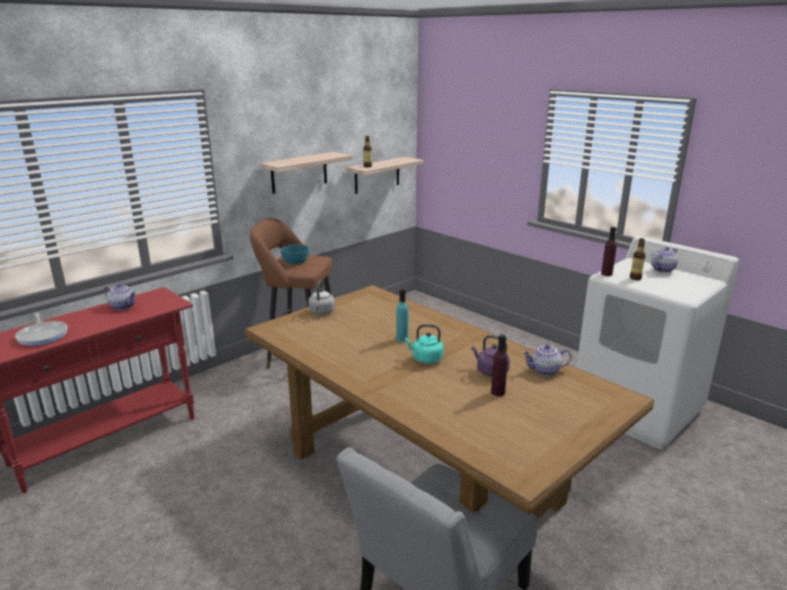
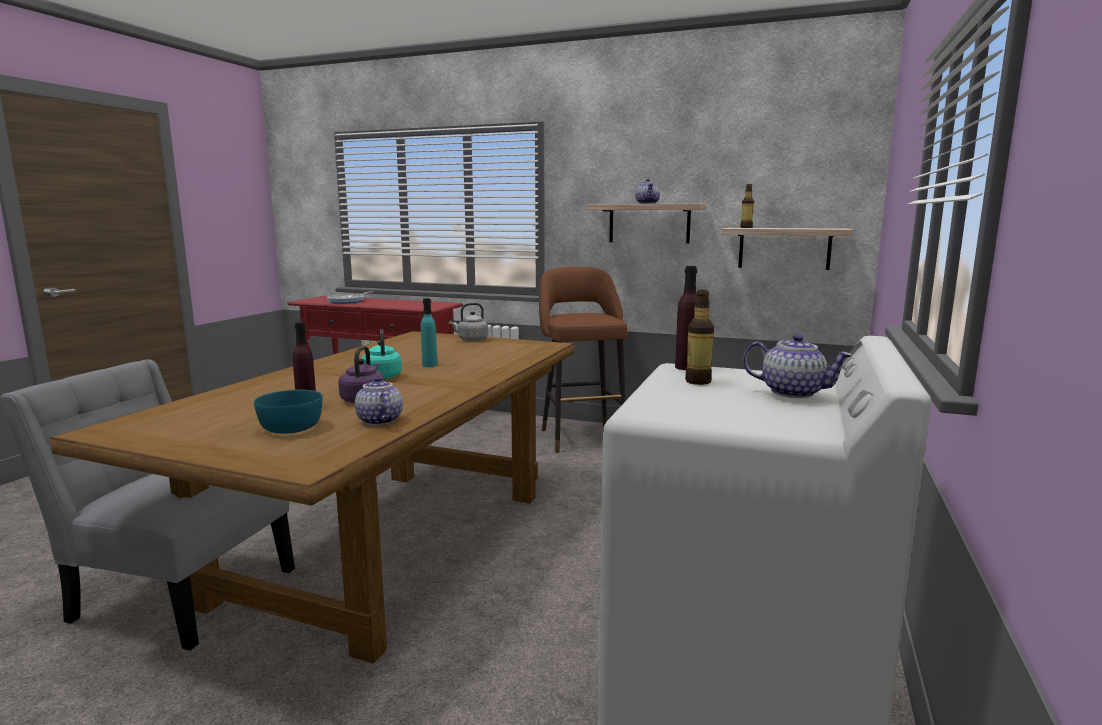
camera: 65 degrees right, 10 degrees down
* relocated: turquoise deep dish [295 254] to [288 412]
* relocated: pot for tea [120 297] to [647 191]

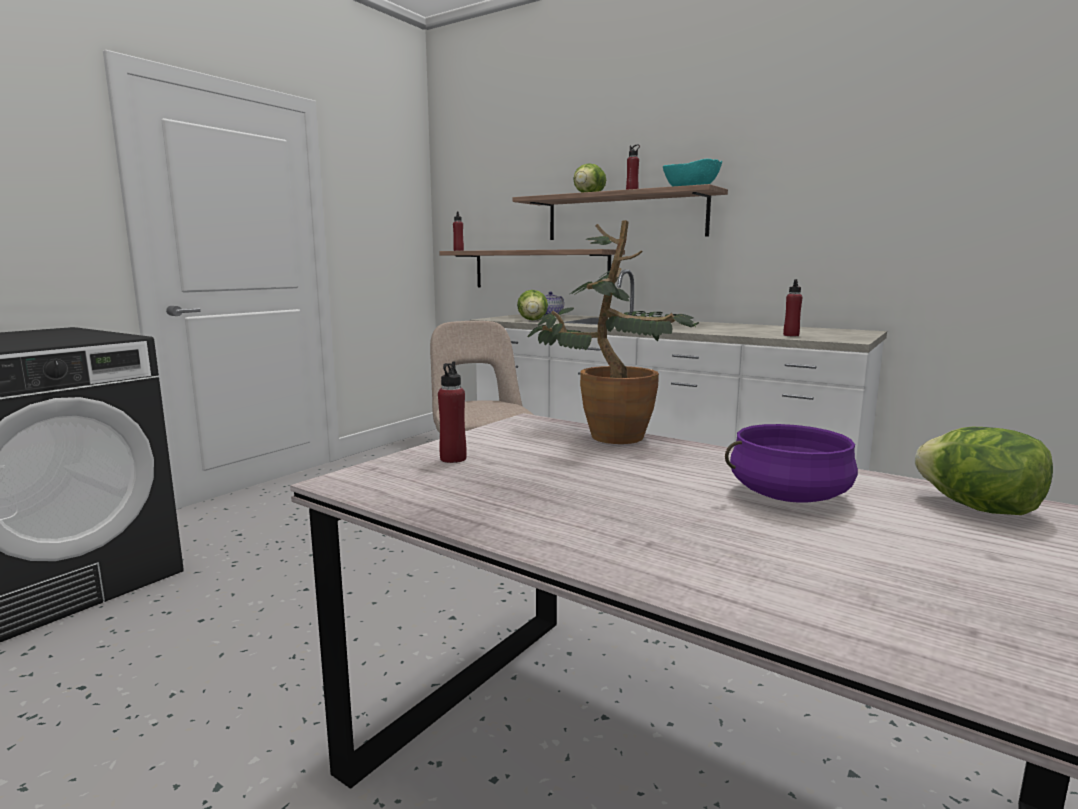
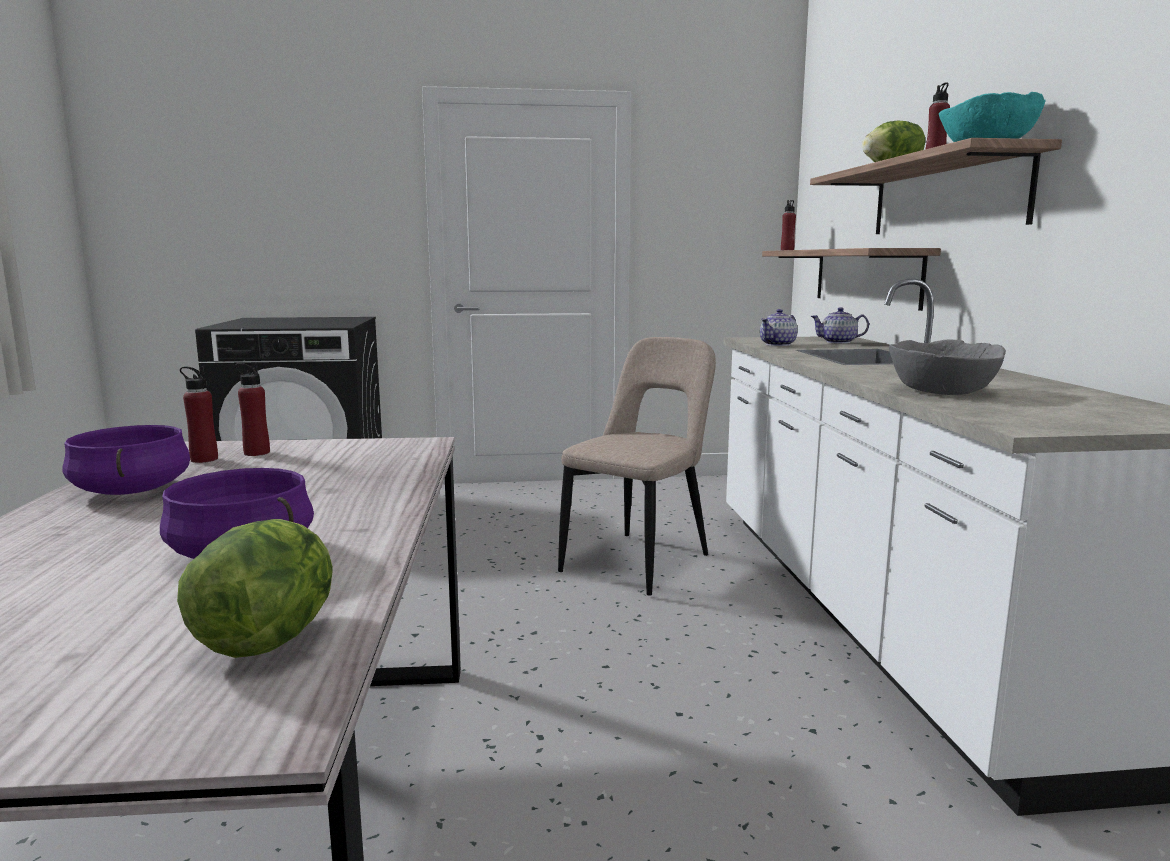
camera: 50 degrees right, 0 degrees up
* missing: potted plant [613 332]
* relocated: reddish bottle [793 307] to [199 415]
* exchanged: head of lettuce [532 305] to pot for tea [779 327]
* appeared: greyish deep dish [947 367]
* appeared: purple saucepot [126 460]

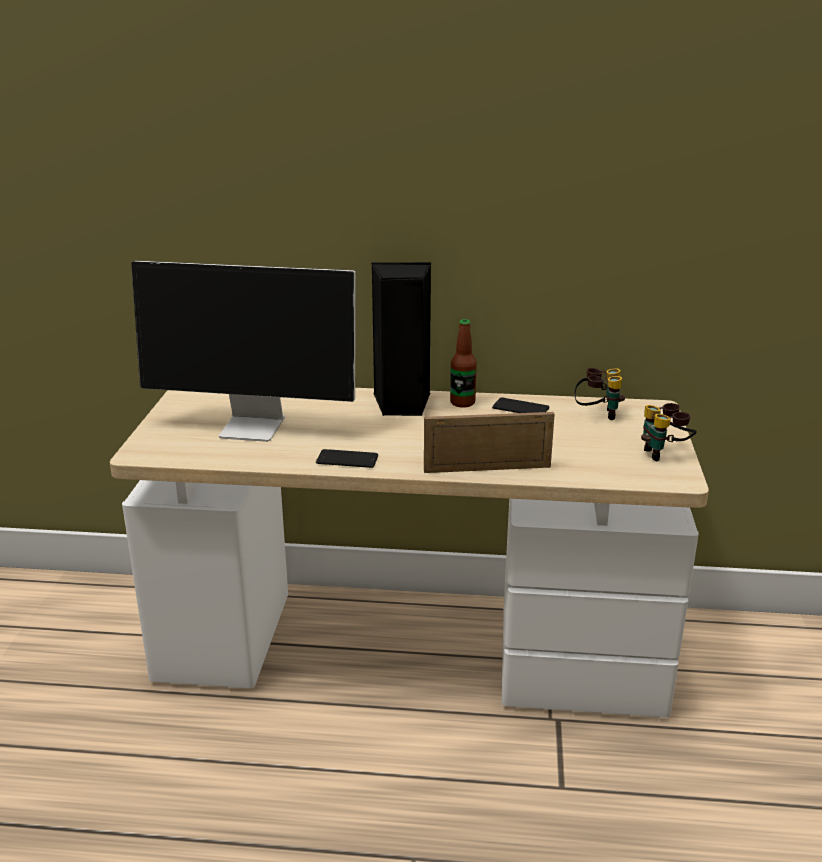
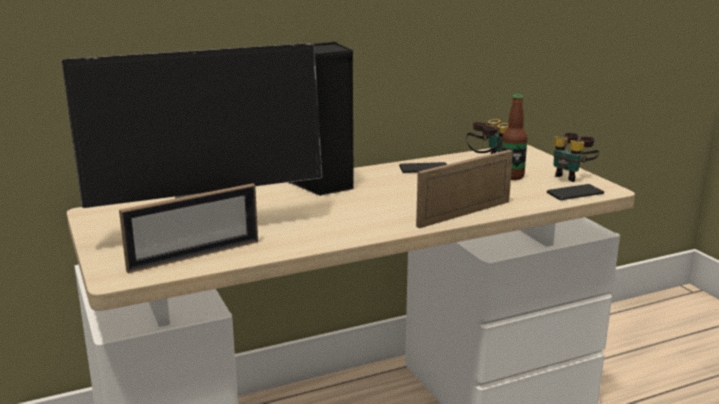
camera: 30 degrees left, 5 degrees down
* relocated: bottle [463 363] to [514 137]
* relocated: phone [347 458] to [575 192]
* appeared: photo frame [188 228]

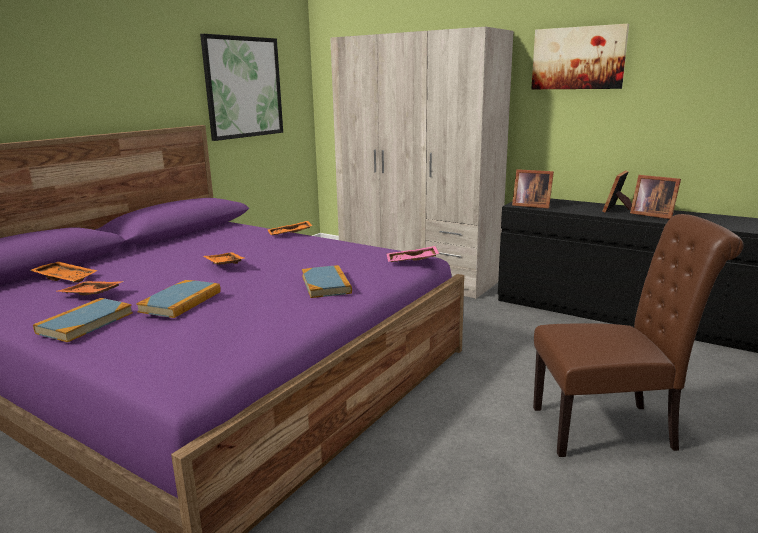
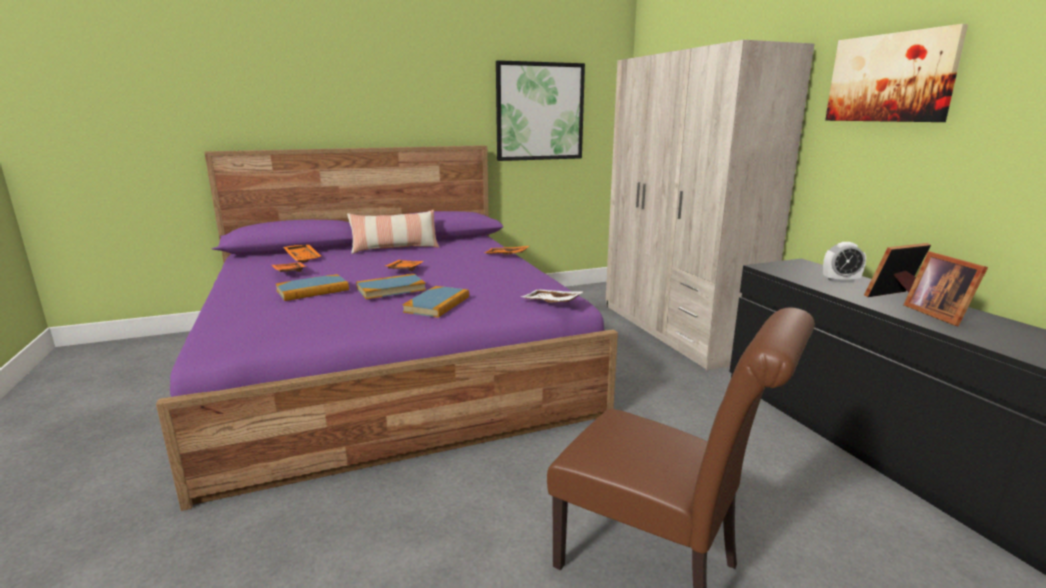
camera: 35 degrees right, 0 degrees up
* missing: photo frame [533 189]
* colour: pink-coloured serving tray [413 254] to white-coloured serving tray [552 296]
* relocated: bound book [83 320] to [391 286]
* appeared: cushion [393 232]
* appeared: table clock [844 262]

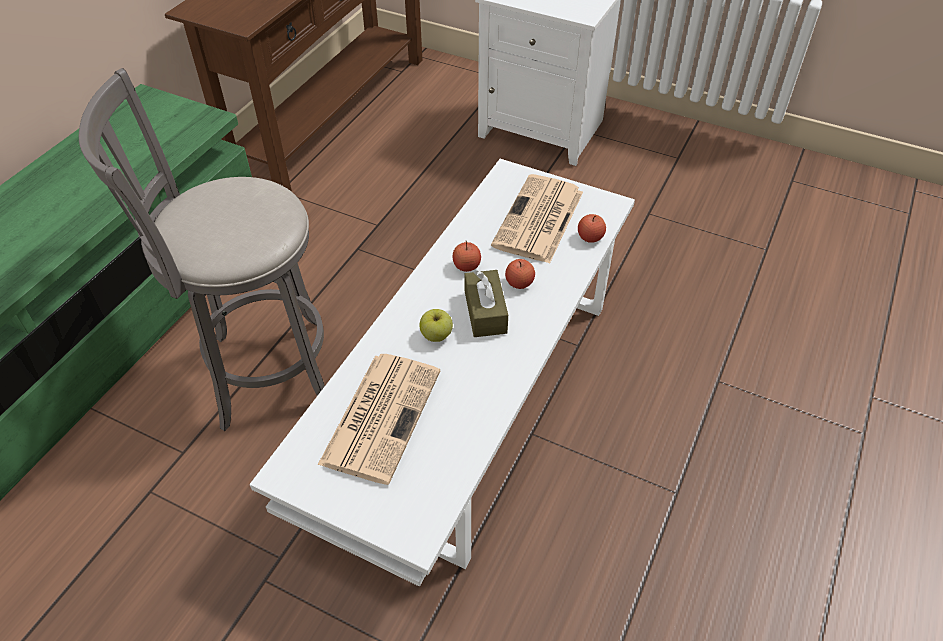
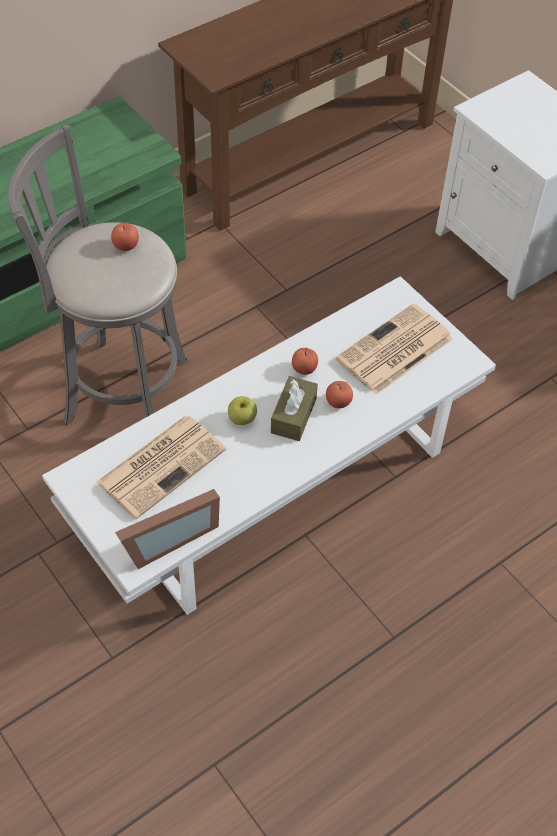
camera: 25 degrees right, 5 degrees up
* relocated: apple fruit [592 228] to [125 237]
* appeared: photo frame [167 529]

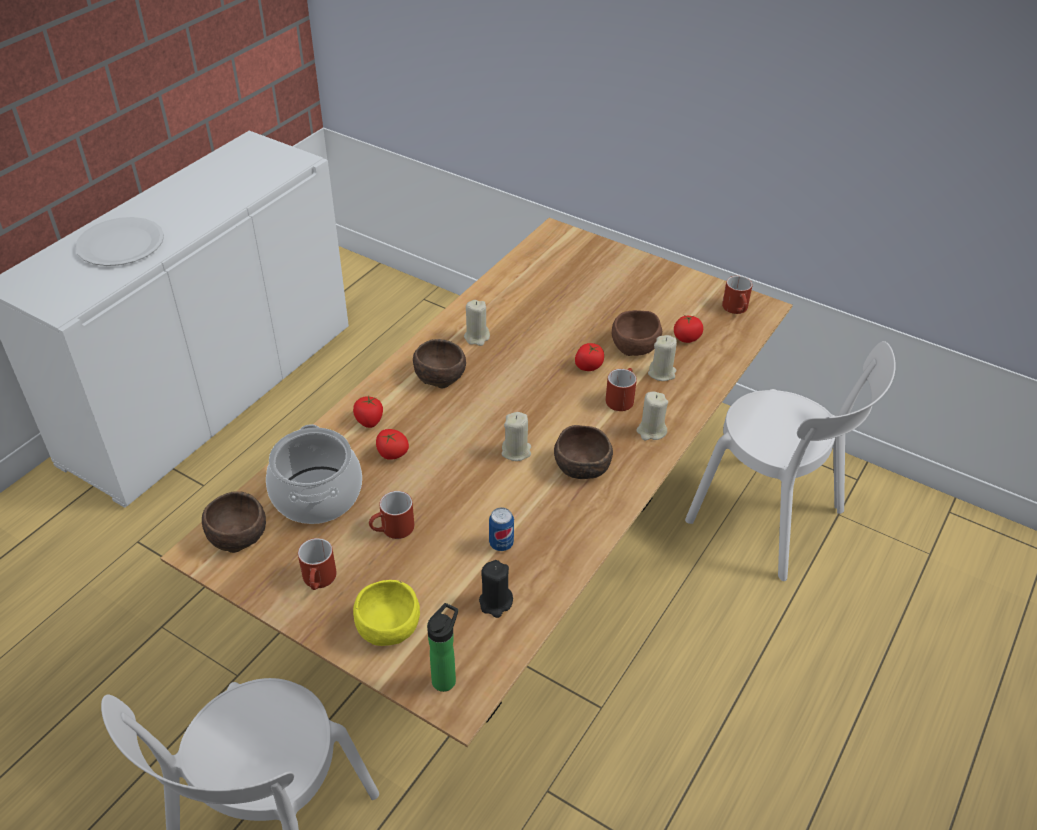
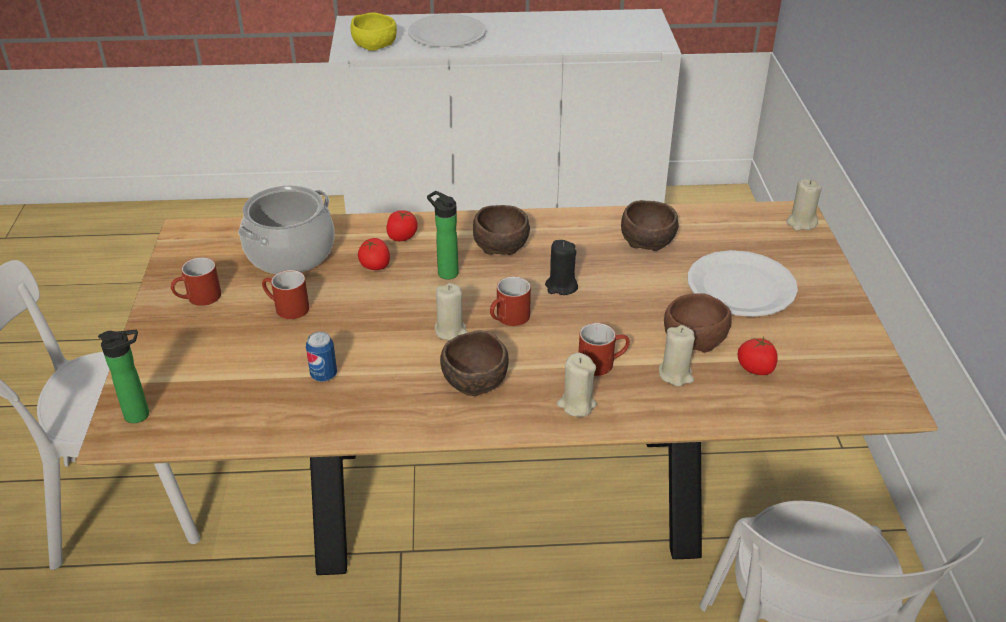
camera: 55 degrees right, 5 degrees down
* relocated: reddish mug [737 295] to [510 301]
* relocated: beige-coloured wax light [477 323] to [804 205]
* missing: whole tomato [589 357]
* relocated: brown-coloured deep dish [234 522] to [650 225]
* relocated: blackish wax light [496 589] to [561 267]
* relocated: yellowish deep dish [386 613] to [374 32]
* appeared: bottle [443 235]
* appeared: white-coloured plate [743 283]

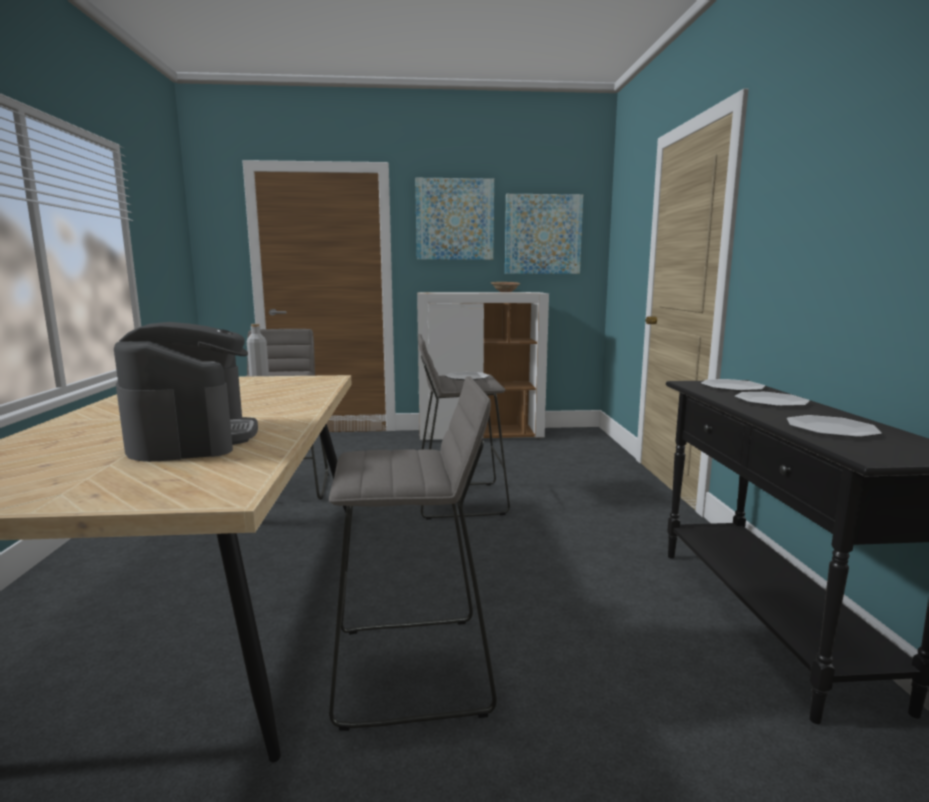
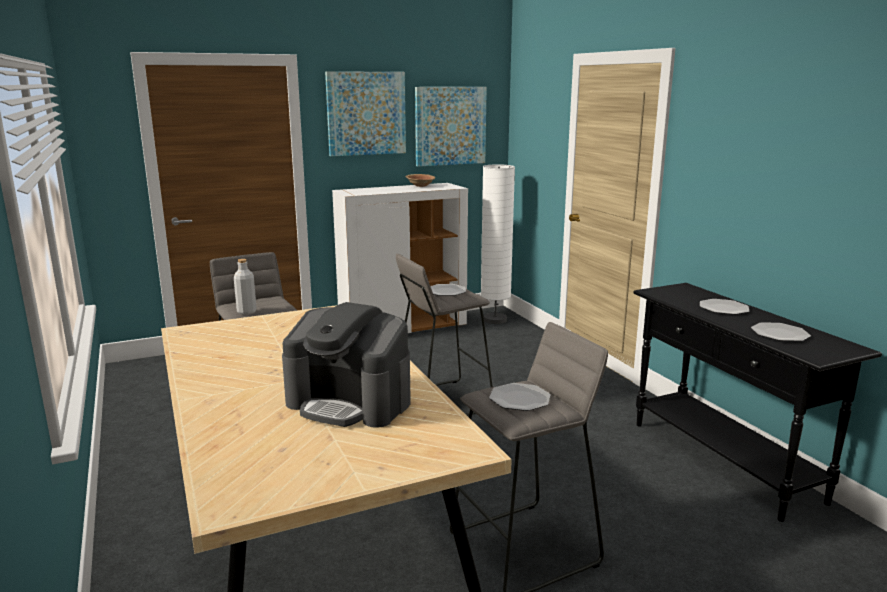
camera: 20 degrees left, 5 degrees up
* spun: coffee maker [186 392] = [346 365] 150 degrees clockwise
* relocated: plate [733 385] to [520 397]
* appeared: white-coloured floor lamp [498 244]

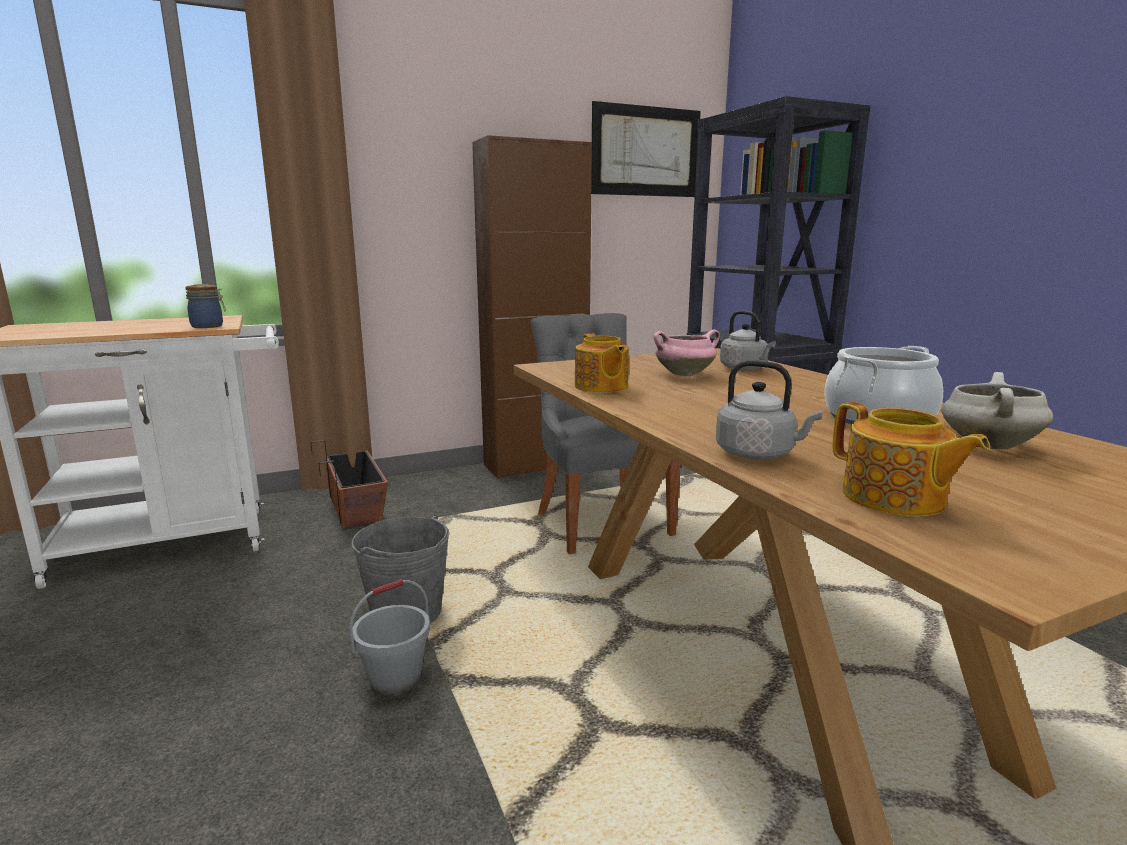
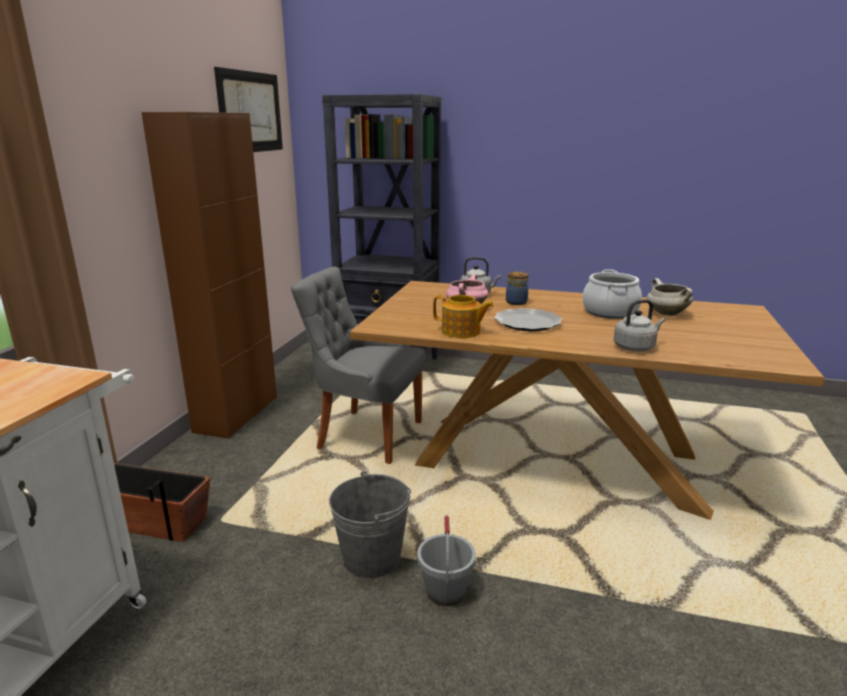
camera: 50 degrees left, 5 degrees up
* relocated: storage jar [205 306] to [517 288]
* missing: pot for tea [911 459]
* appeared: plate [528 319]

